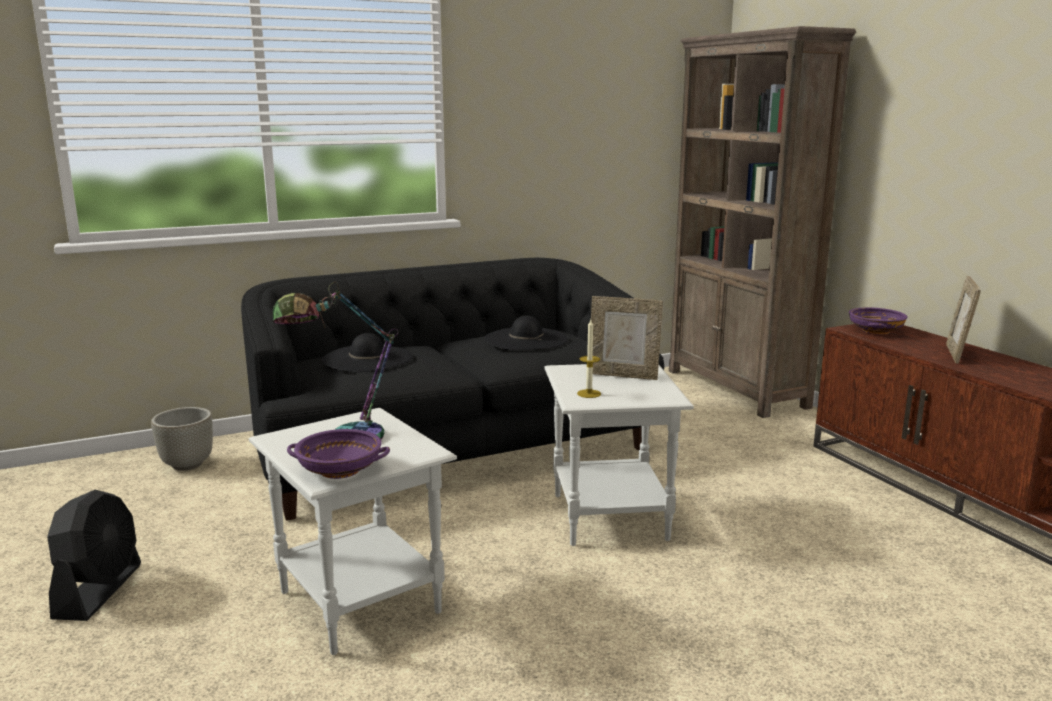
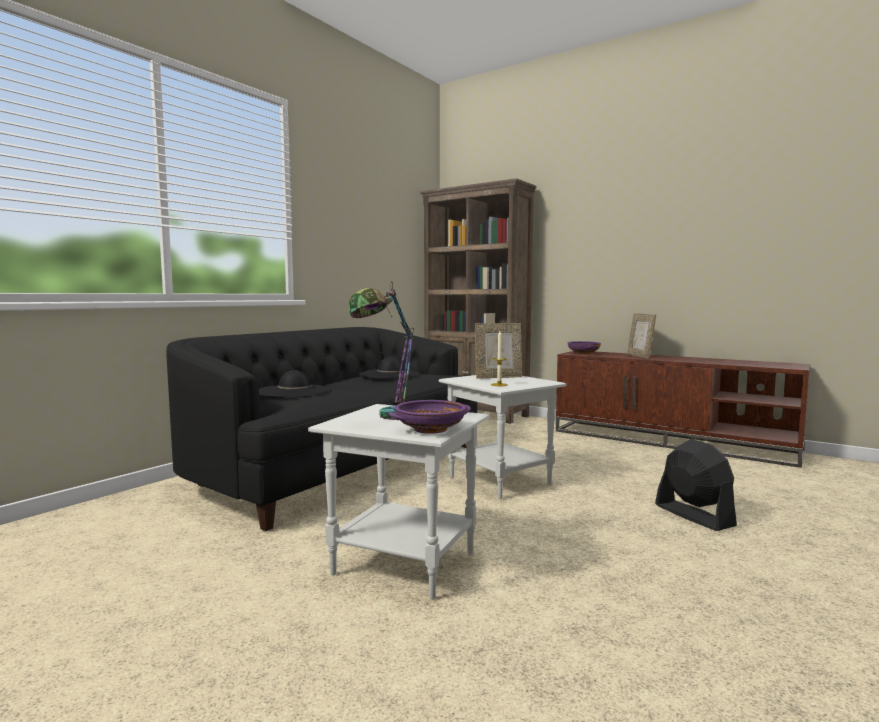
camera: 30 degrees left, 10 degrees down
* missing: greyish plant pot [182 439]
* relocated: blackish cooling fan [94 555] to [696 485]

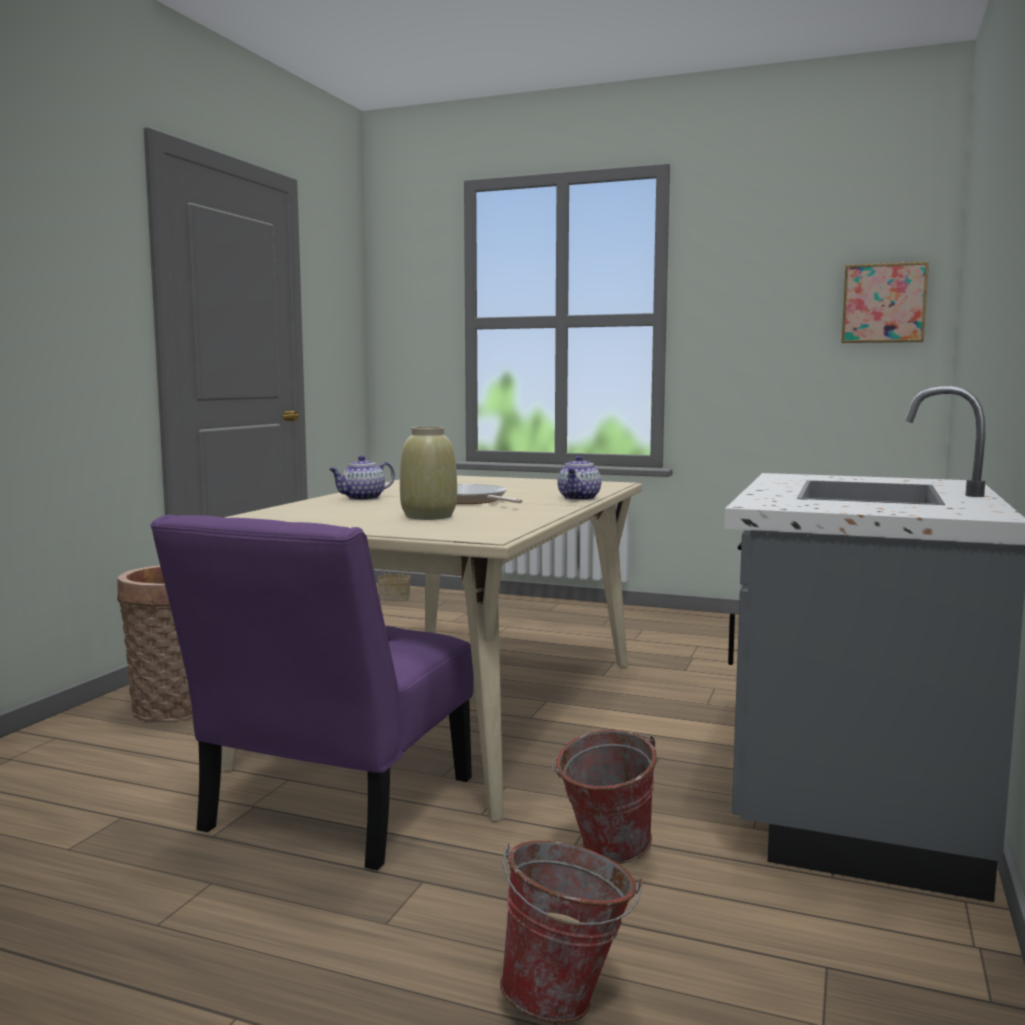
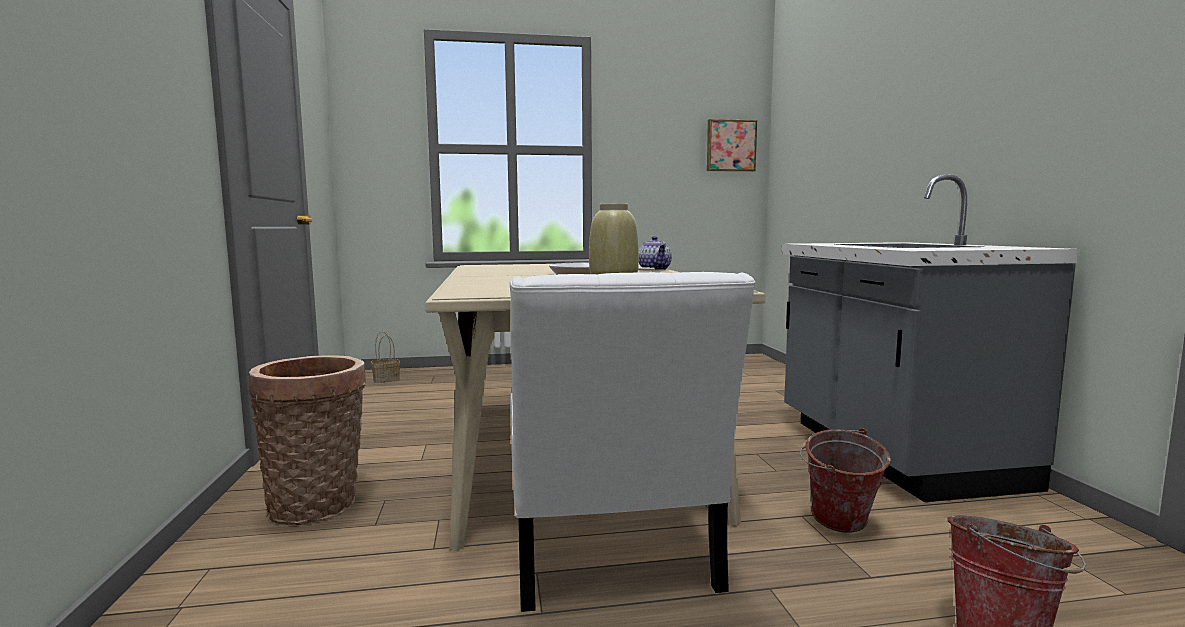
camera: 30 degrees left, 0 degrees up
* missing: pot for tea [362 478]
* colour: purple plain chair [311 692] to white-coloured plain chair [633 442]

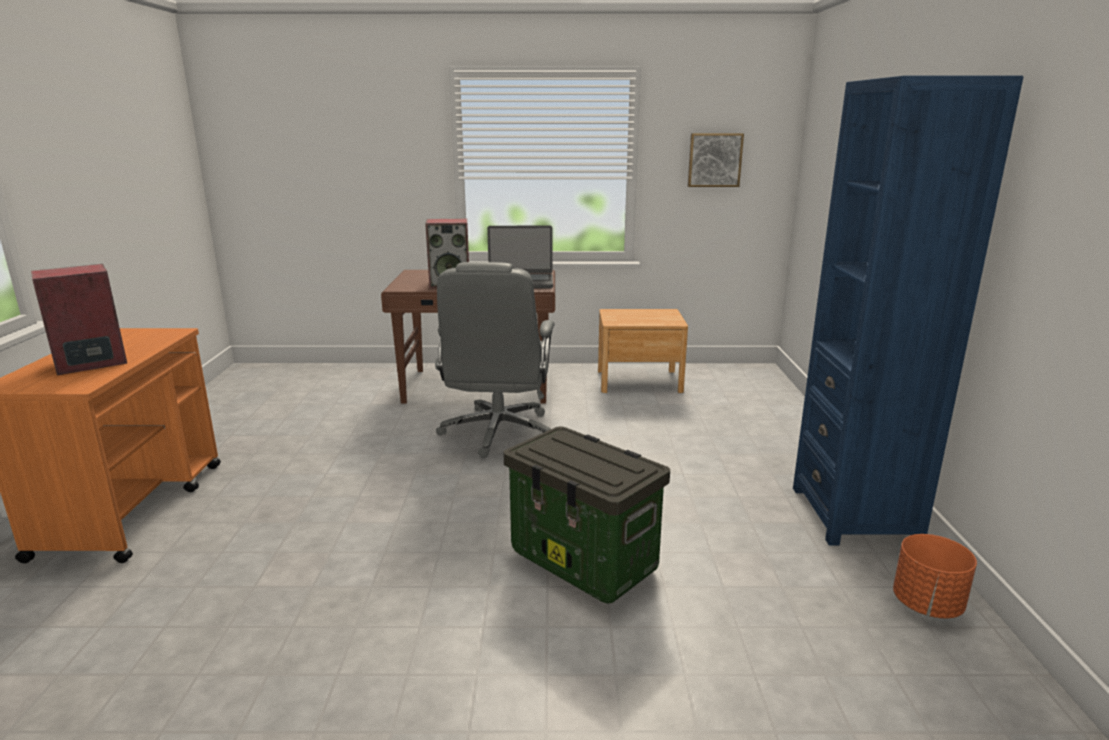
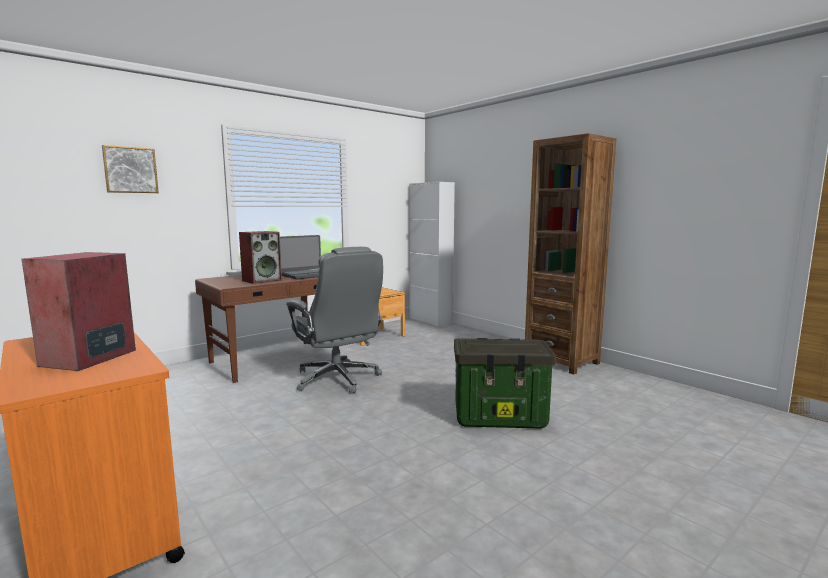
camera: 40 degrees left, 10 degrees down
* colour: blue bookcase [908 311] to brown-coloured bookcase [570 254]
* relocated: wall art [716 160] to [130 169]
* missing: orange plant pot [935 576]
* appeared: white-coloured cabinet [432 254]

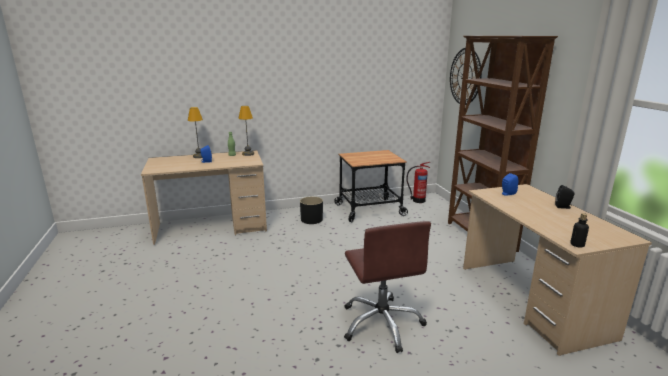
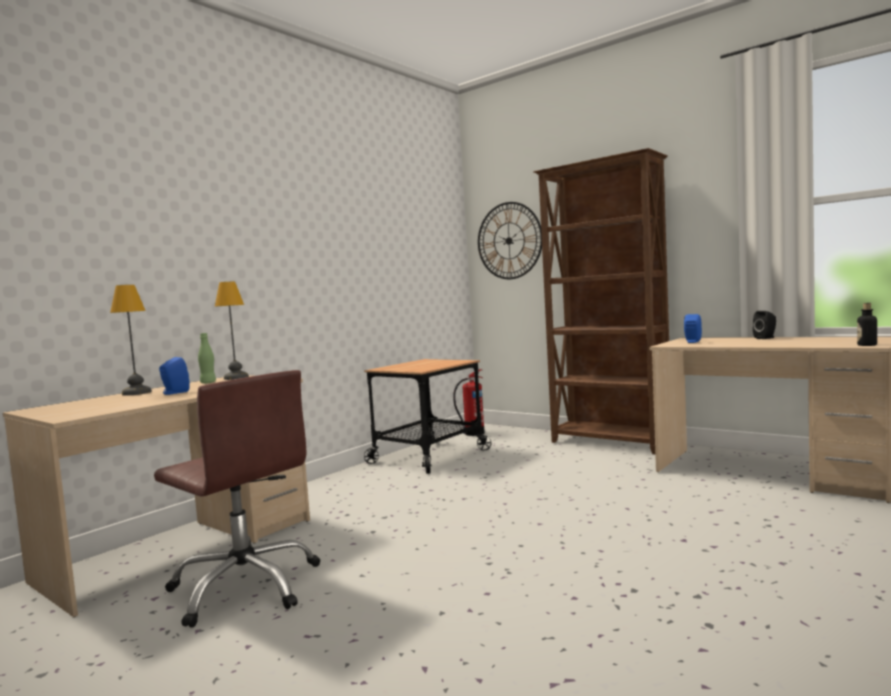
camera: 35 degrees left, 15 degrees down
* missing: blackish plant pot [311 210]
* relocated: brown-coloured office chair [387 287] to [237 499]

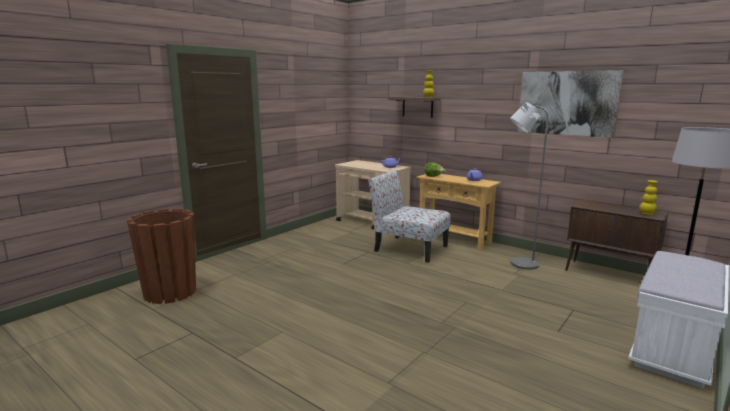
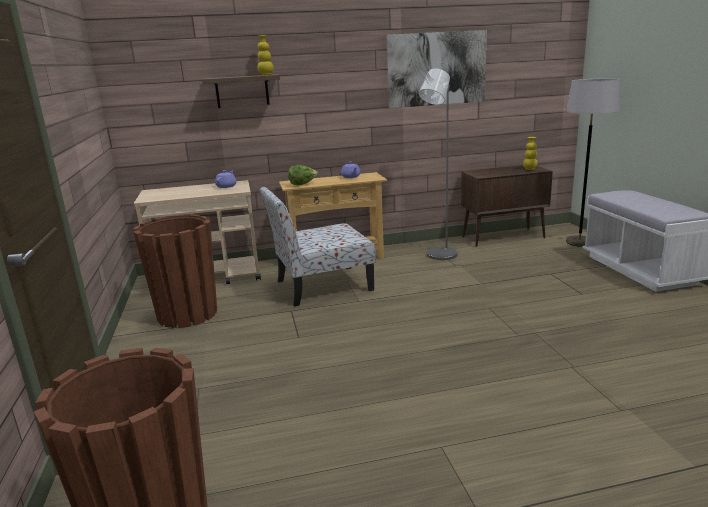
camera: 50 degrees left, 5 degrees up
* appeared: brown-coloured plant pot [175 271]

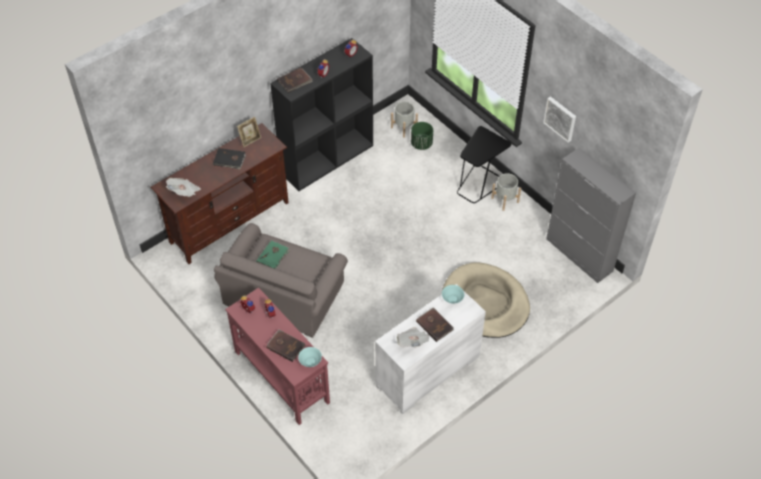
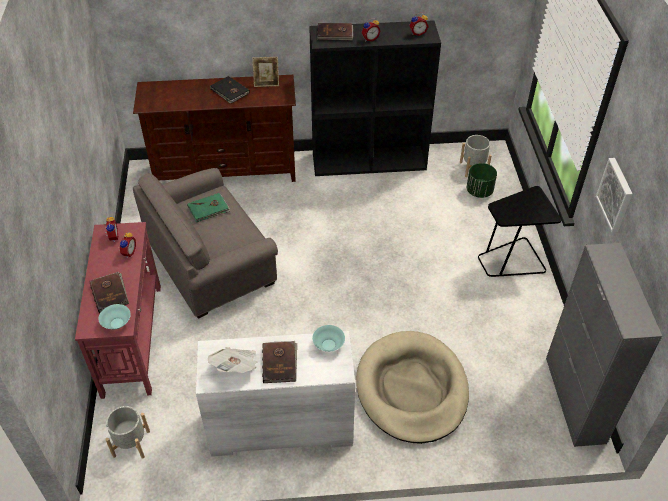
camera: 35 degrees right, 5 degrees down
* relocated: greyish plant pot [506 192] to [127 432]
* missing: newspaper [183 187]

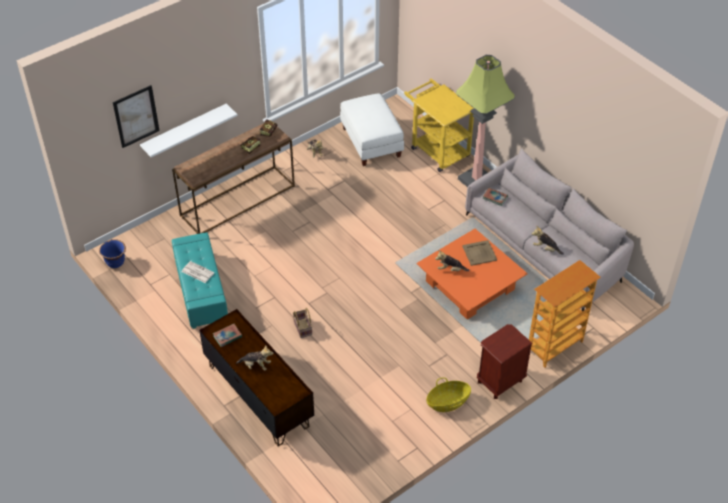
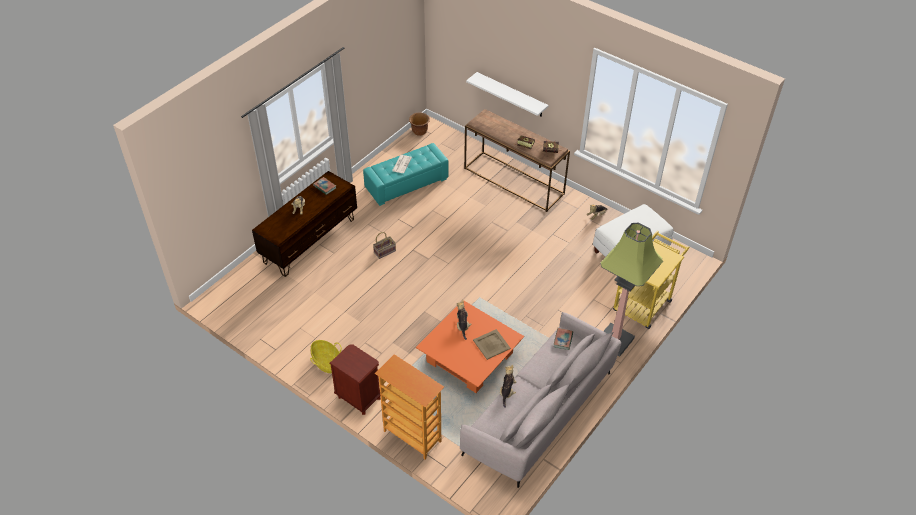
camera: 75 degrees right, 0 degrees up
* missing: wall art [136 116]
* colour: blue plant pot [112 253] to brown-coloured plant pot [419 124]

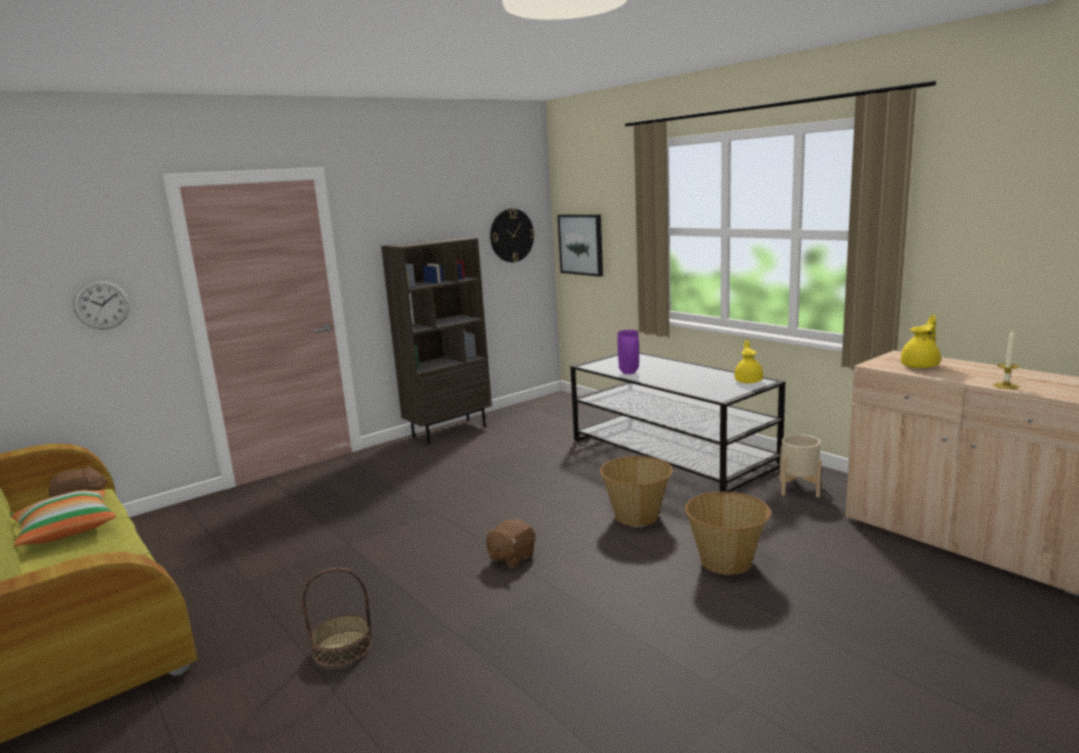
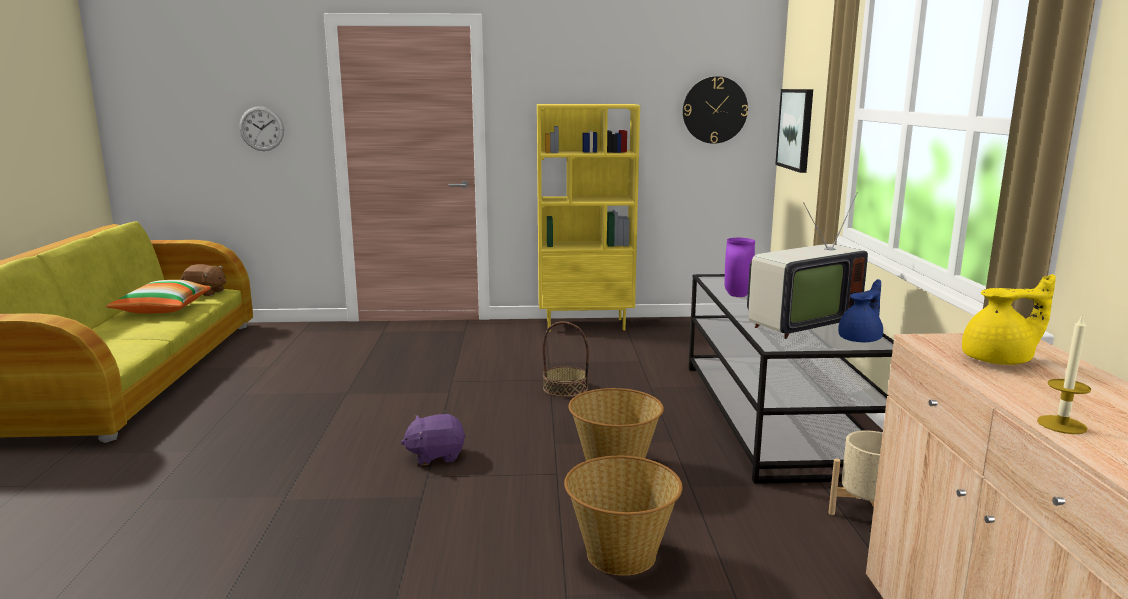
camera: 35 degrees right, 0 degrees up
* colour: brown-coloured bookcase [436 340] to yellowish bookcase [588 217]
* colour: yellowish pot for tea [748 361] to blue pot for tea [860 310]
* colour: brown-coloured cuddly toy [510 543] to purple cuddly toy [433 439]
* relocated: storage basket [337 617] to [566 359]
* appeared: television [807 265]

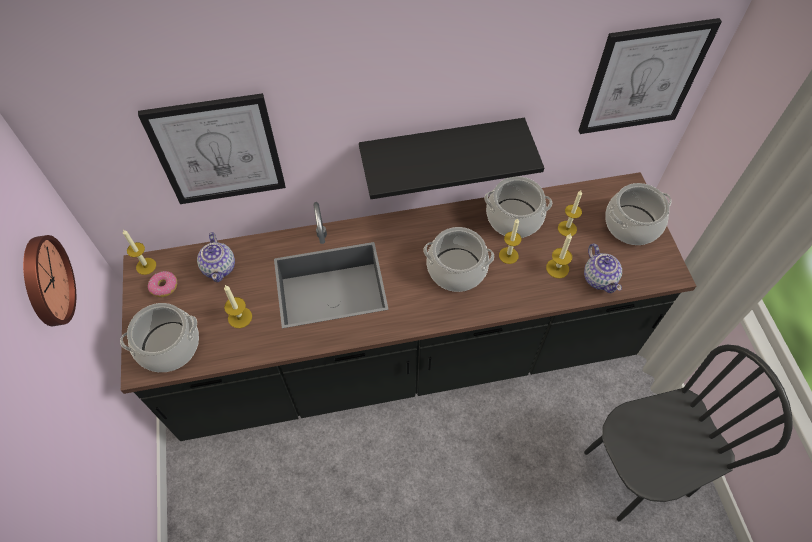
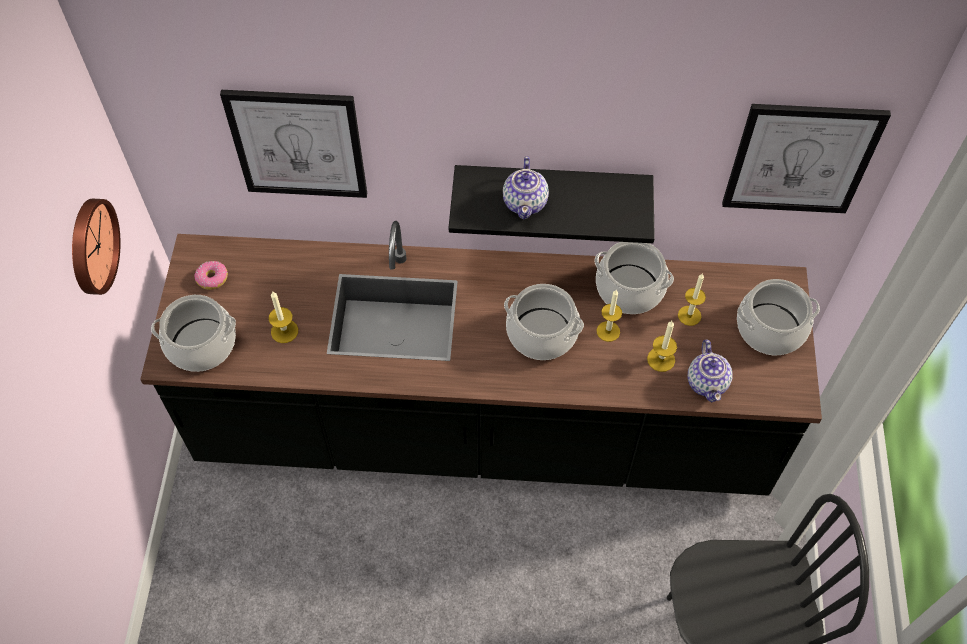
camera: 15 degrees right, 0 degrees up
* missing: wax light [139 252]
* relocated: pot for tea [216 257] to [526 187]

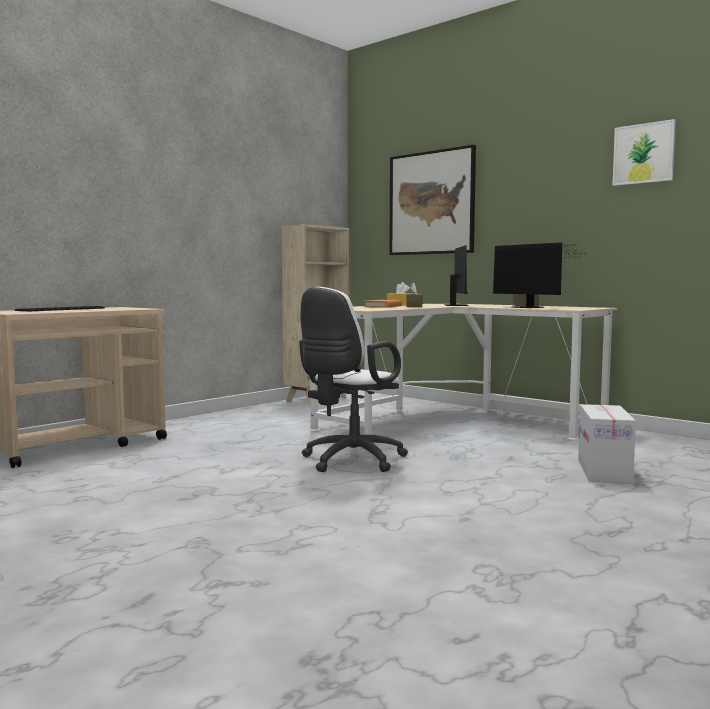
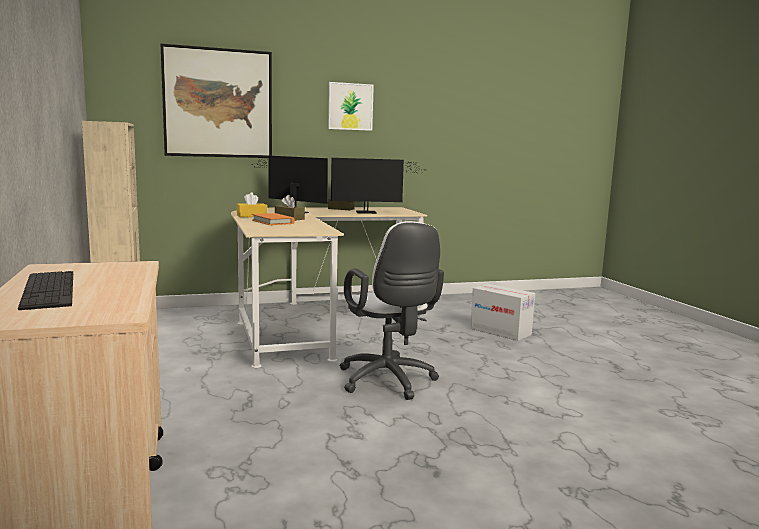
camera: 60 degrees left, 5 degrees up
* relocated: wall art [644 152] to [351 106]

